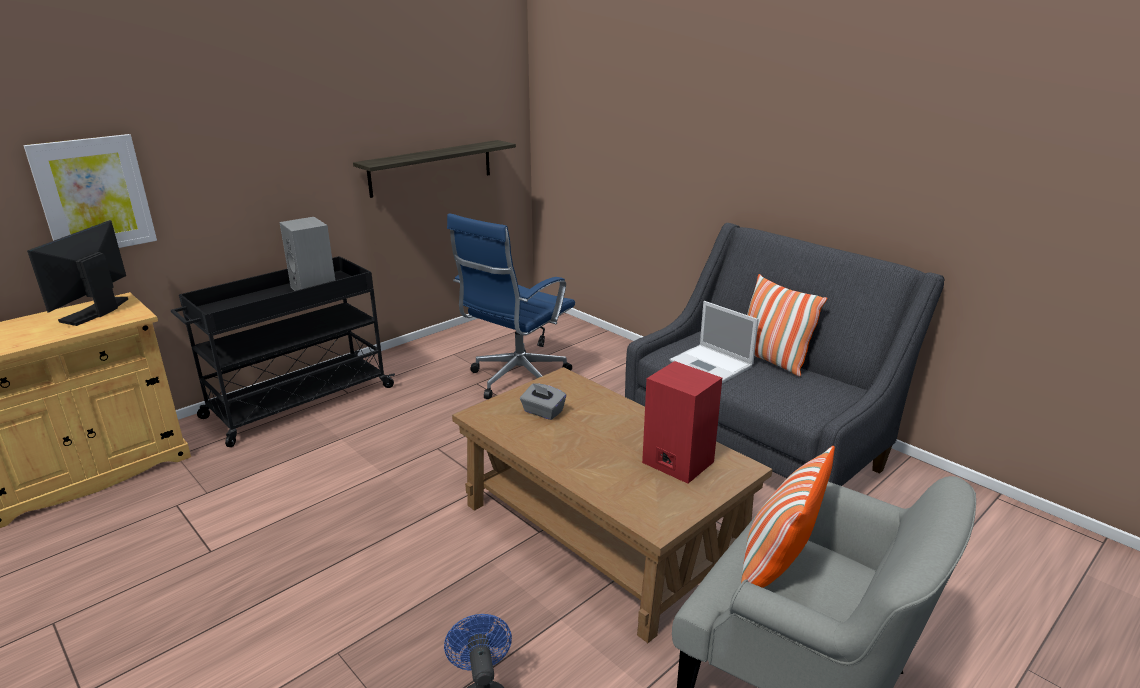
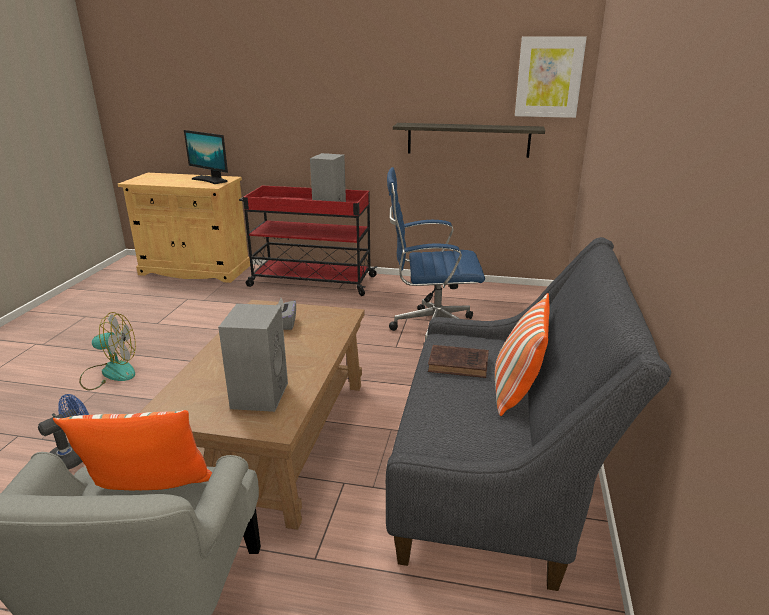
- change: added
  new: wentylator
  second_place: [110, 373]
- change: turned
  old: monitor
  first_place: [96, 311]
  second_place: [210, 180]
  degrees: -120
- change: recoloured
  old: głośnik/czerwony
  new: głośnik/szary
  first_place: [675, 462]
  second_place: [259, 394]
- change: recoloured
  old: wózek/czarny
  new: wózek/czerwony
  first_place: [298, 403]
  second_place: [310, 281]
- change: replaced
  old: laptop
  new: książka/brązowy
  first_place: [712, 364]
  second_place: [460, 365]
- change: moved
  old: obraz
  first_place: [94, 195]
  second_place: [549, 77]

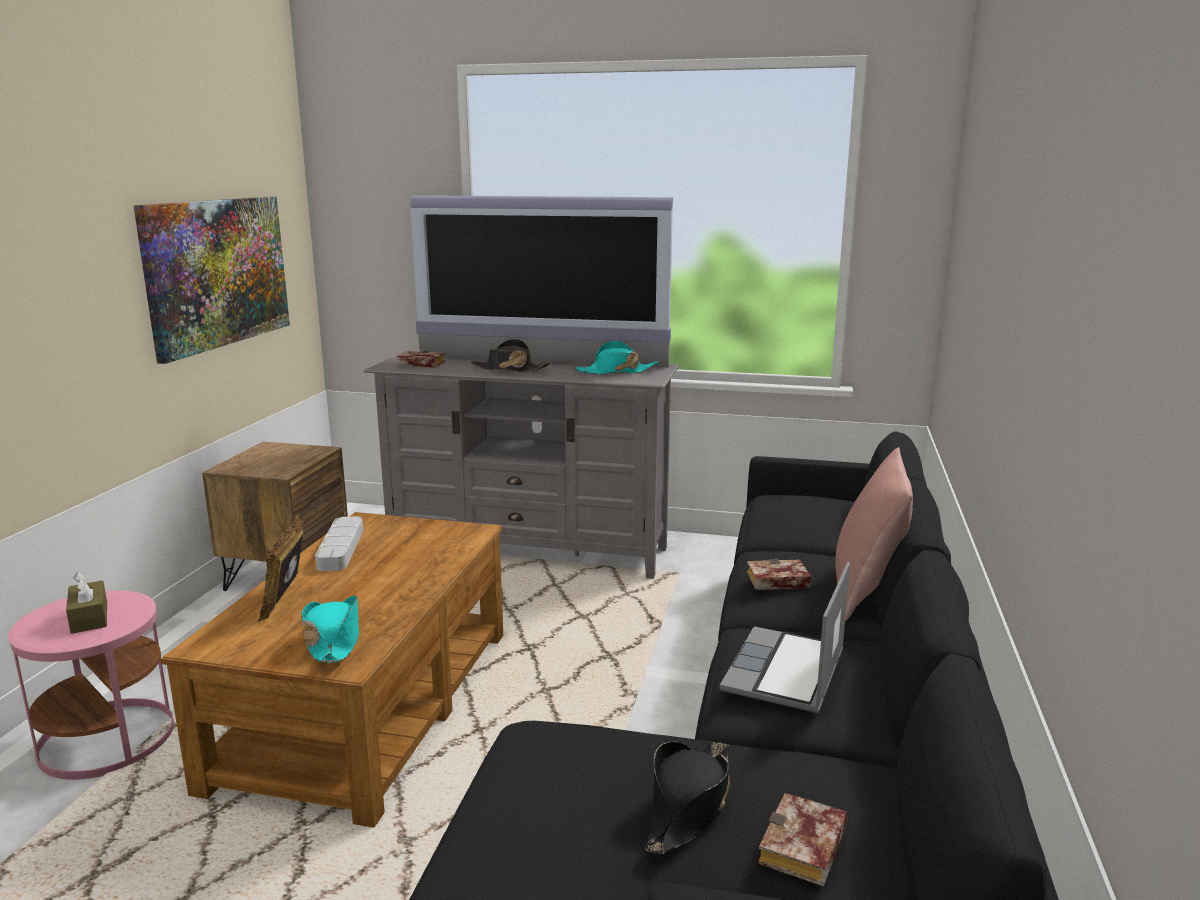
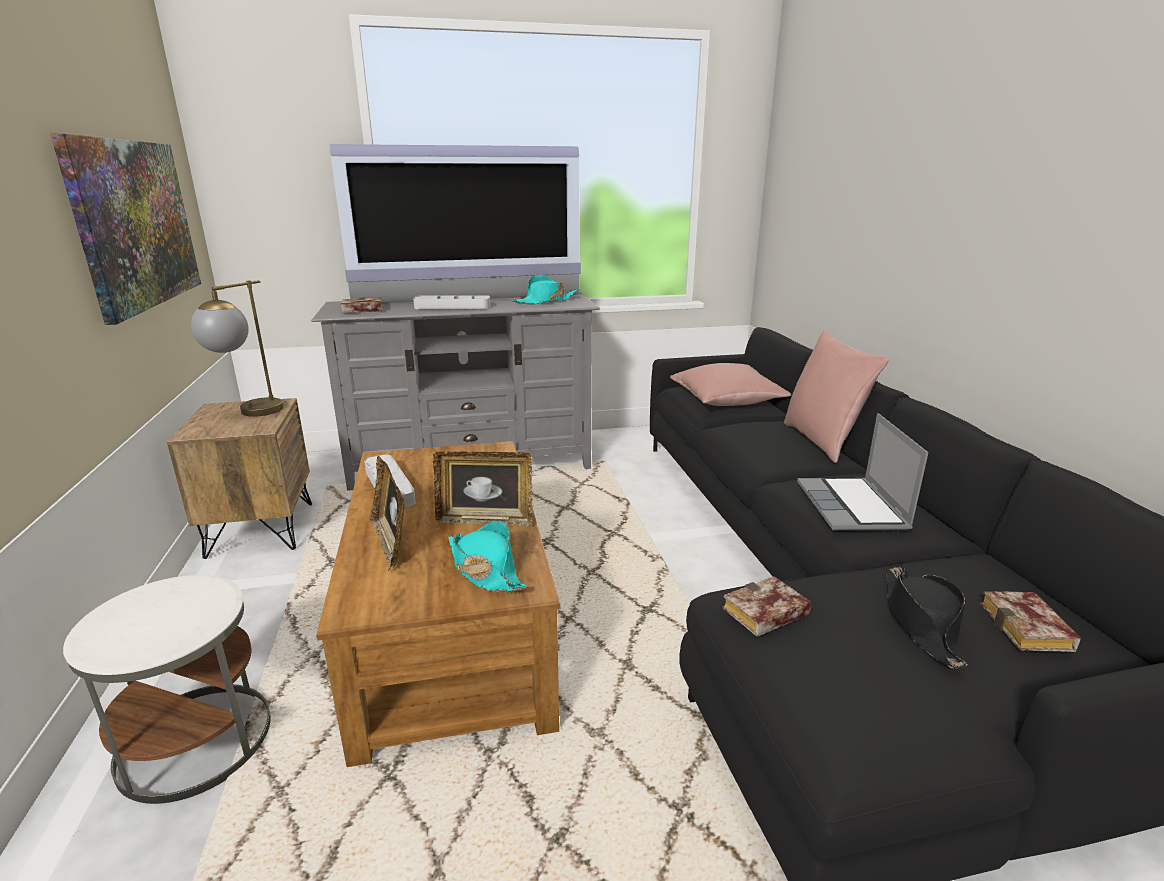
- change: recoloured
  old: stolik/różowy
  new: stolik/biały
  first_place: [107, 739]
  second_place: [196, 740]
- change: added
  new: lampa stołowa
  second_place: [250, 414]
- change: replaced
  old: kapelusz/czarny
  new: taca/szary
  first_place: [509, 369]
  second_place: [452, 307]
- change: added
  new: ramka na zdjęcie
  second_place: [485, 520]
- change: added
  new: poduszka/różowy
  second_place: [726, 400]
- change: moved
  old: książka
  first_place: [775, 582]
  second_place: [764, 615]
- change: removed
  old: pudełko chusteczek/brązowy
  first_place: [89, 617]

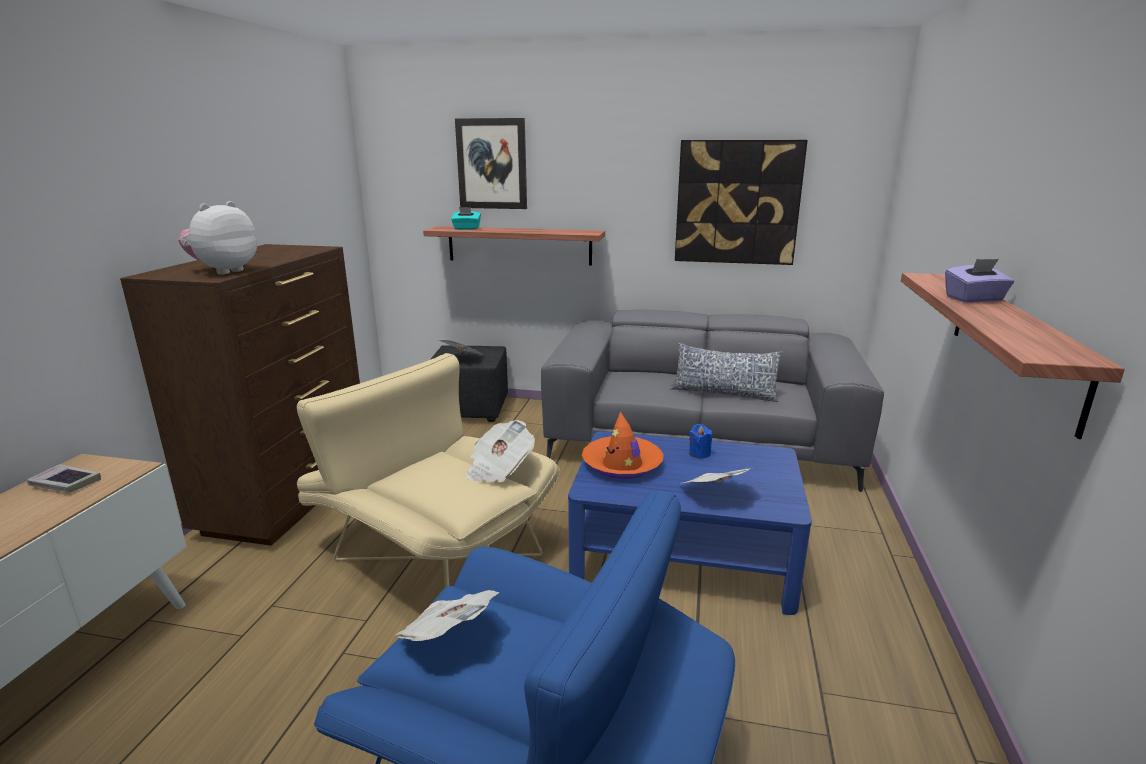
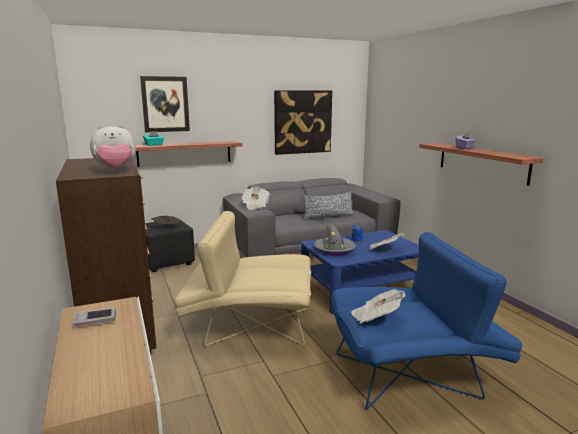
- change: turned
  old: pluszak
  first_place: [224, 271]
  second_place: [116, 171]
  degrees: -105
- change: moved
  old: gazeta
  first_place: [499, 469]
  second_place: [255, 206]
- change: recoloured
  old: kapelusz/pomarańczowy
  new: kapelusz/szary
  first_place: [622, 464]
  second_place: [334, 250]

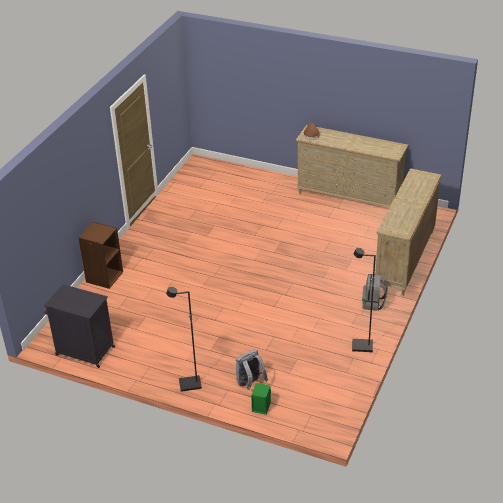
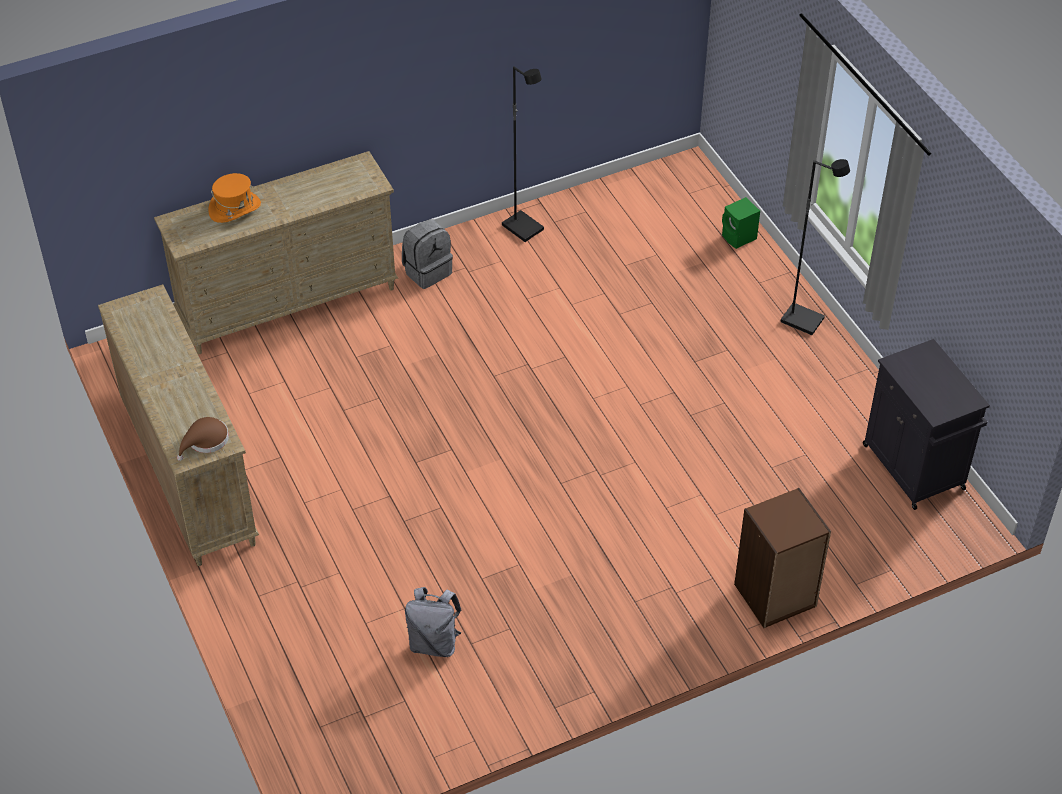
- change: added
  new: kapelusz/pomarańczowy
  second_place: [235, 208]
- change: moved
  old: plecak/szary
  first_place: [250, 383]
  second_place: [434, 643]

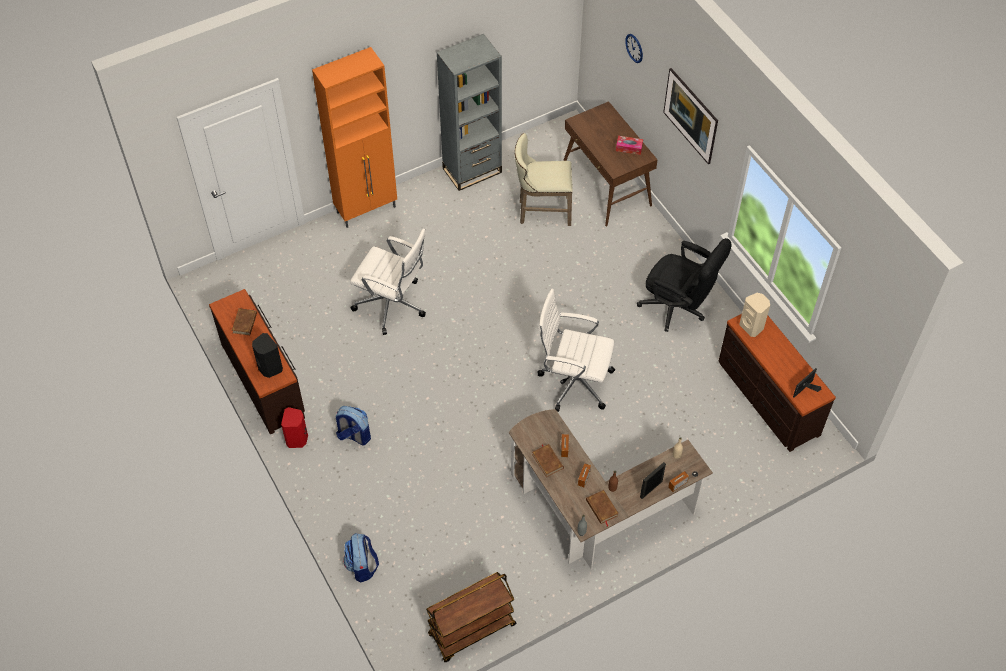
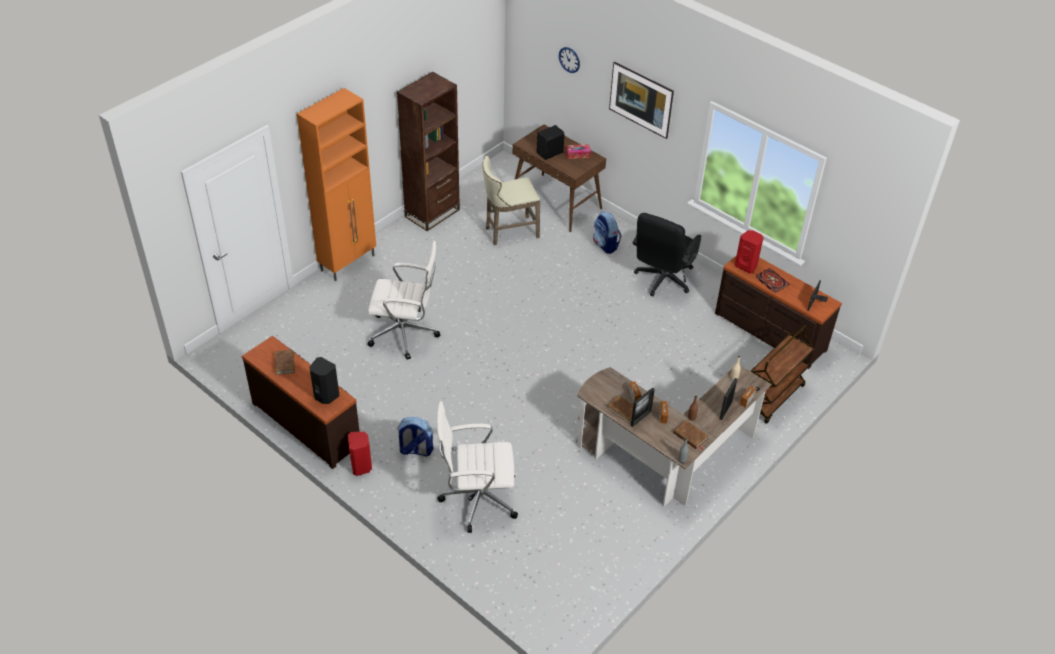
- change: recoloured
  old: regał/szary
  new: regał/brązowy
  first_place: [472, 170]
  second_place: [432, 213]
- change: moved
  old: krzesło biurowe/biały
  first_place: [573, 381]
  second_place: [477, 498]
- change: added
  new: głośnik/czarny
  second_place: [550, 153]
- change: moved
  old: plecak
  first_place: [362, 566]
  second_place: [605, 245]
- change: added
  new: ramka na zdjęcie
  second_place: [641, 418]
- change: turned
  old: krzesło biurowe/czarny
  first_place: [678, 308]
  second_place: [661, 281]
  degrees: 105
- change: recoloured
  old: głośnik/beżowy
  new: głośnik/czerwony
  first_place: [752, 326]
  second_place: [746, 266]
- change: moved
  old: wózek/brązowy
  first_place: [471, 631]
  second_place: [773, 398]
- change: added
  new: książka
  second_place: [771, 281]

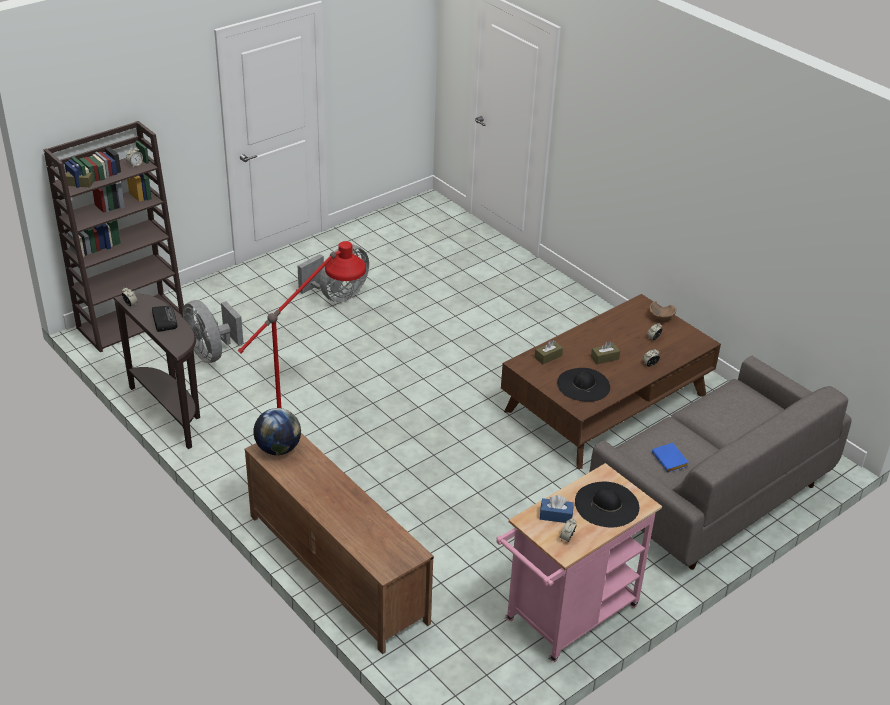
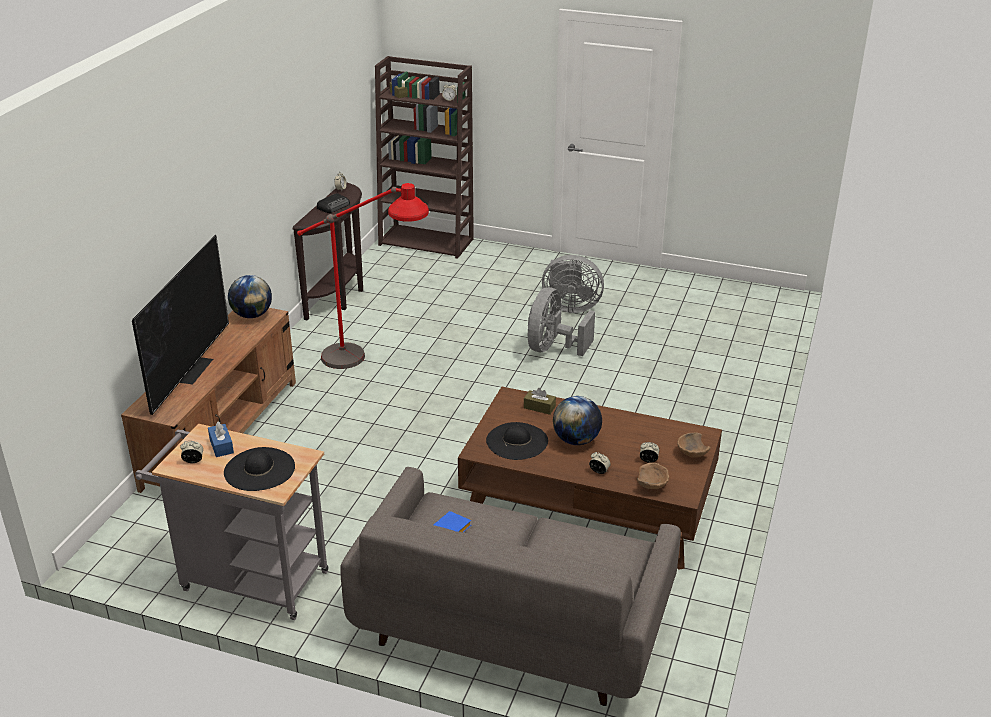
- change: added
  new: telewizor
  second_place: [191, 369]
- change: recoloured
  old: wózek/różowy
  new: wózek/szary
  first_place: [565, 618]
  second_place: [247, 579]
- change: moved
  old: wentylator/szary
  first_place: [211, 353]
  second_place: [552, 348]
- change: replaced
  old: pudełko chusteczek/brązowy
  new: globus
  first_place: [604, 358]
  second_place: [576, 440]
- change: added
  new: miska/brązowy
  second_place: [652, 486]

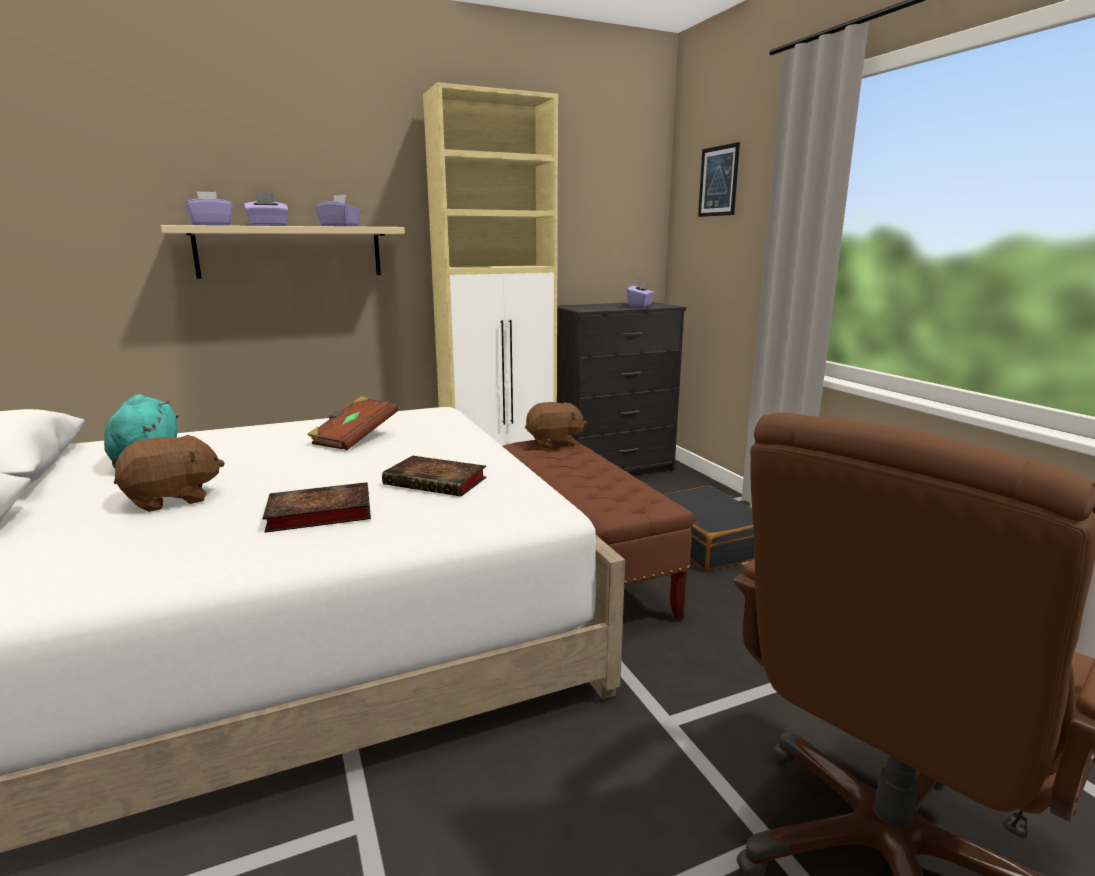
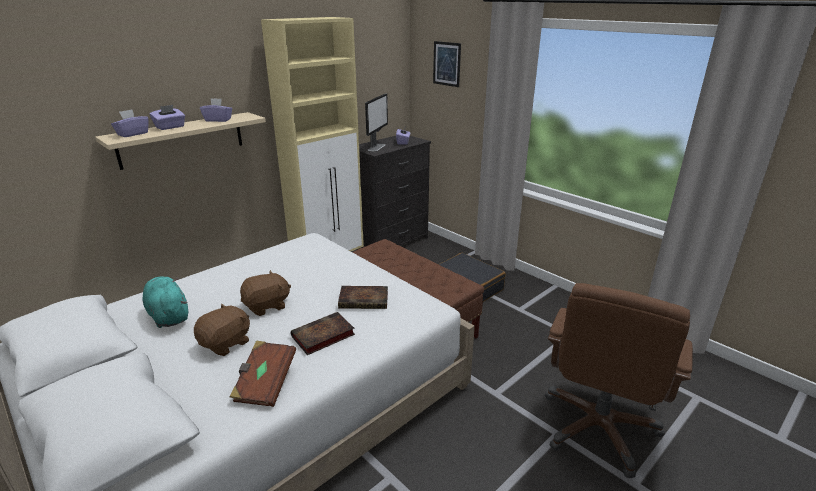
- change: moved
  old: książka/brązowy
  first_place: [354, 438]
  second_place: [265, 383]
- change: moved
  old: pluszak/brązowy
  first_place: [554, 443]
  second_place: [267, 306]
- change: added
  new: monitor
  second_place: [376, 147]

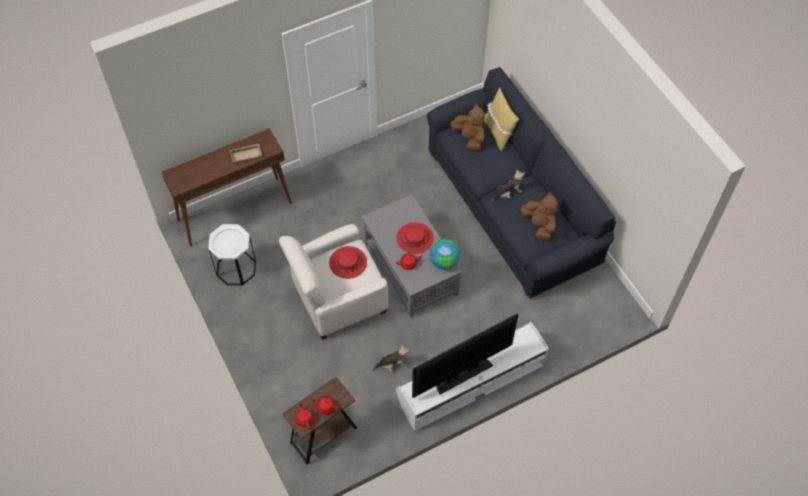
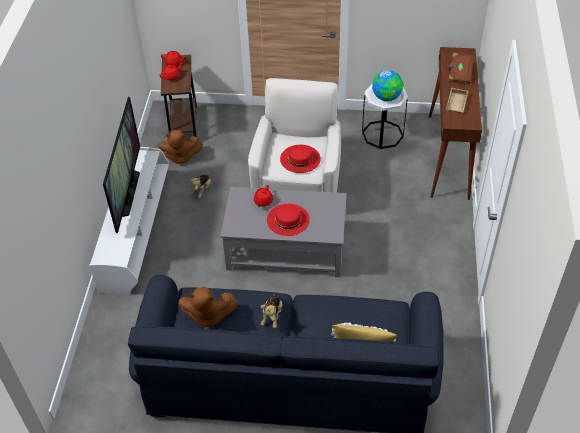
- change: moved
  old: pluszak/brązowy
  first_place: [469, 138]
  second_place: [181, 157]
- change: moved
  old: globus
  first_place: [444, 261]
  second_place: [387, 97]
- change: added
  new: książka/brązowy
  second_place: [459, 74]

